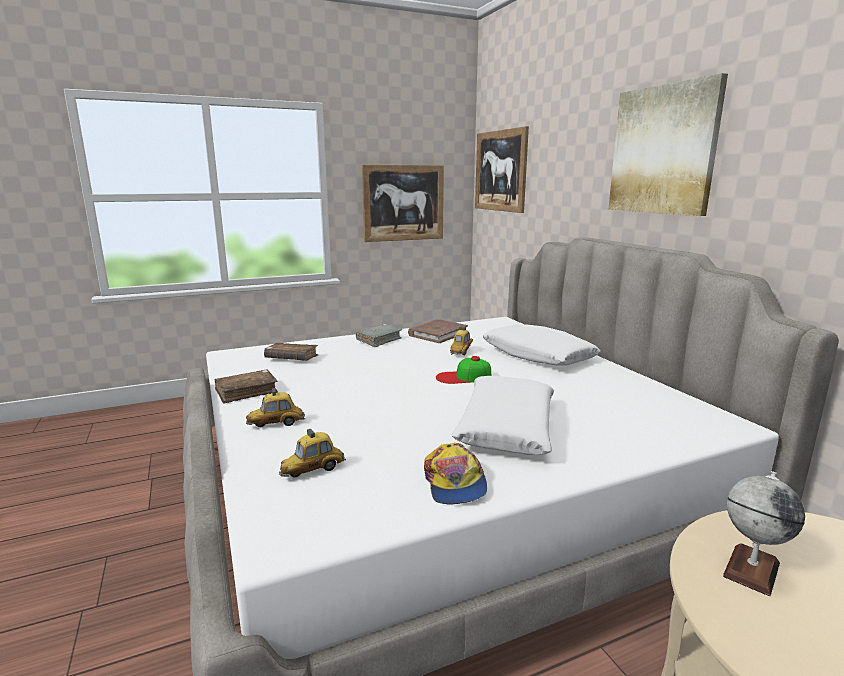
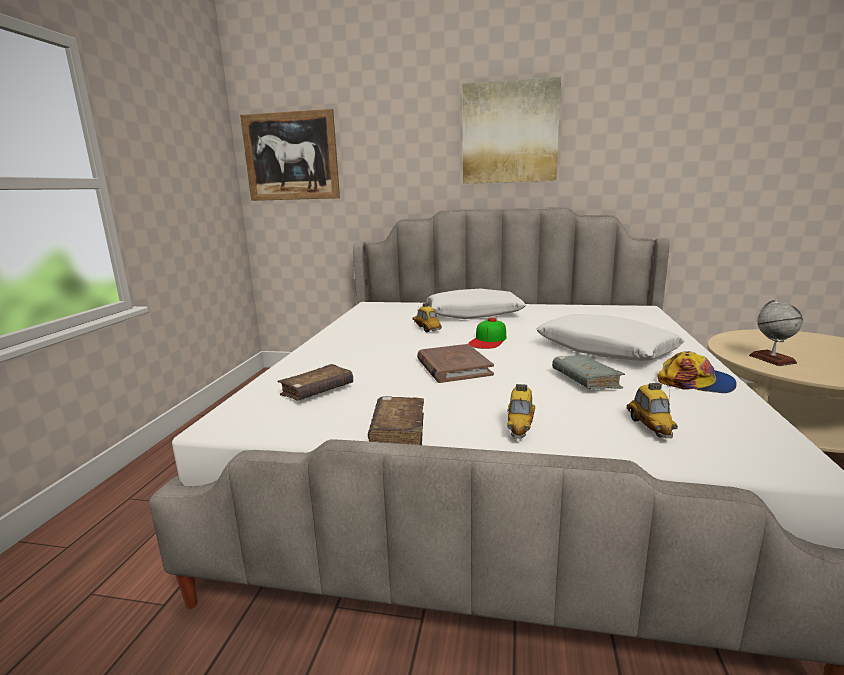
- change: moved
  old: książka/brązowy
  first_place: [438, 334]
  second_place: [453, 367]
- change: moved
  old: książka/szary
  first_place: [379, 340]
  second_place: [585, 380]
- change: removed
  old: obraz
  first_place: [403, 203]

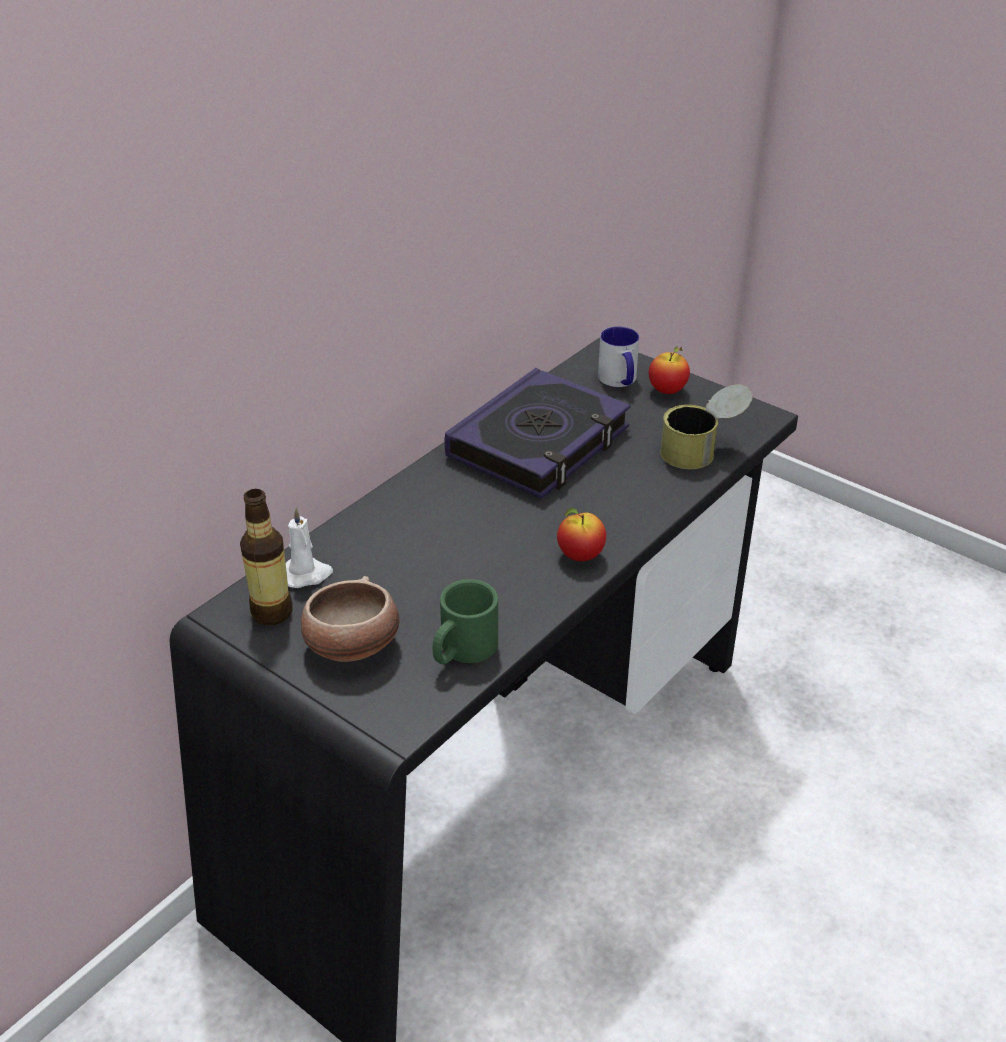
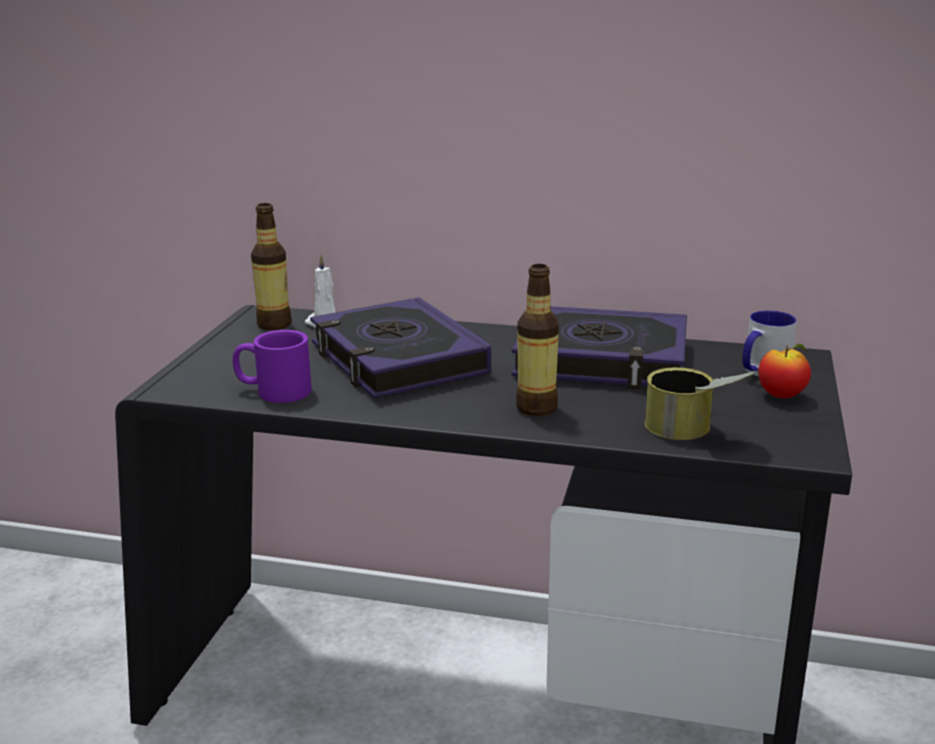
- change: recoloured
  old: kubek/zielony
  new: kubek/fioletowy
  first_place: [462, 651]
  second_place: [273, 391]
- change: added
  new: książka
  second_place: [397, 359]
- change: added
  new: butelka
  second_place: [536, 408]
- change: removed
  old: miska
  first_place: [351, 646]
- change: removed
  old: jabłko
  first_place: [580, 556]

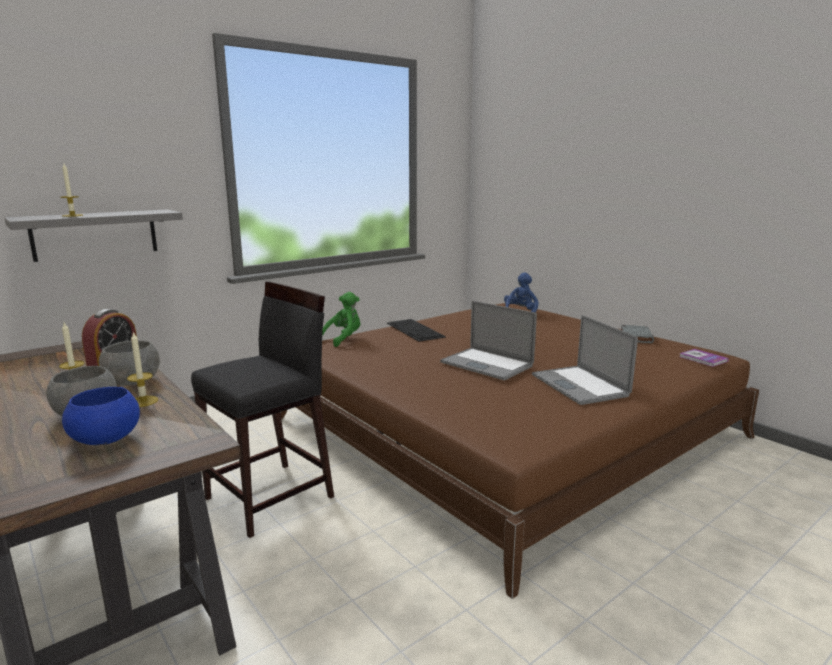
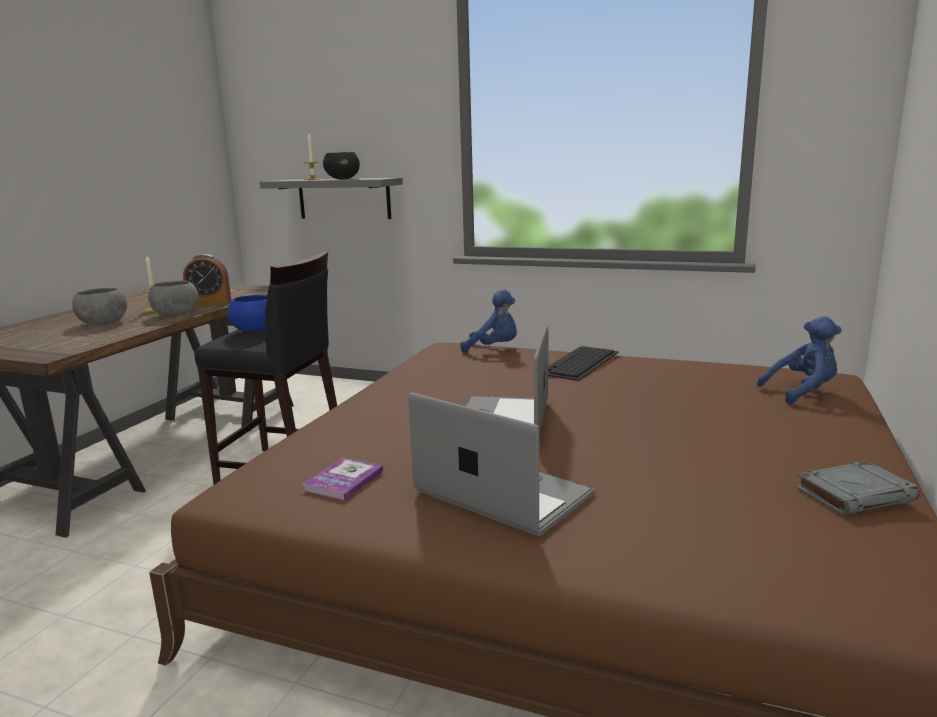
- change: moved
  old: miska/niebieski
  first_place: [106, 440]
  second_place: [254, 331]
- change: moved
  old: książka
  first_place: [703, 359]
  second_place: [343, 481]
- change: added
  new: miska/czarny
  second_place: [343, 179]
- change: turned
  old: laptop
  first_place: [579, 385]
  second_place: [503, 493]
  degrees: 90
- change: recoloured
  old: pluszak/zielony
  new: pluszak/niebieski
  first_place: [343, 339]
  second_place: [493, 348]
- change: removed
  old: świeca
  first_place: [143, 401]

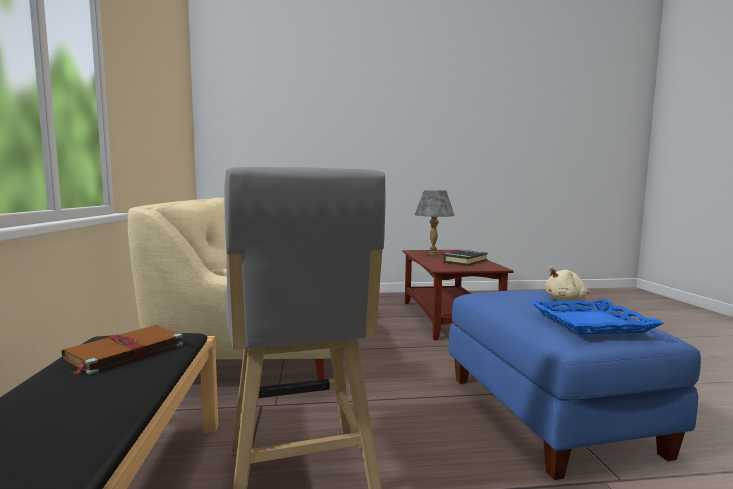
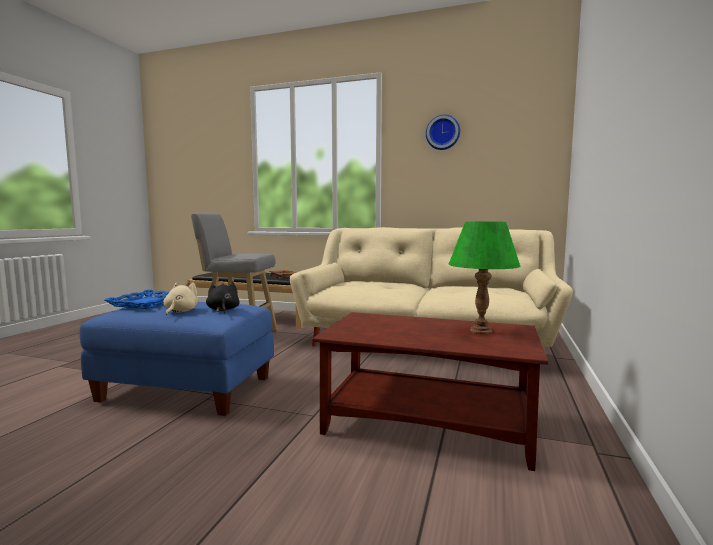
- change: added
  new: pluszak/czarny
  second_place: [223, 310]
- change: added
  new: zegar ścienny
  second_place: [443, 133]
- change: recoloured
  old: lampa stołowa/szary
  new: lampa stołowa/zielony
  first_place: [433, 254]
  second_place: [480, 331]
- change: removed
  old: książka/czarny
  first_place: [465, 261]

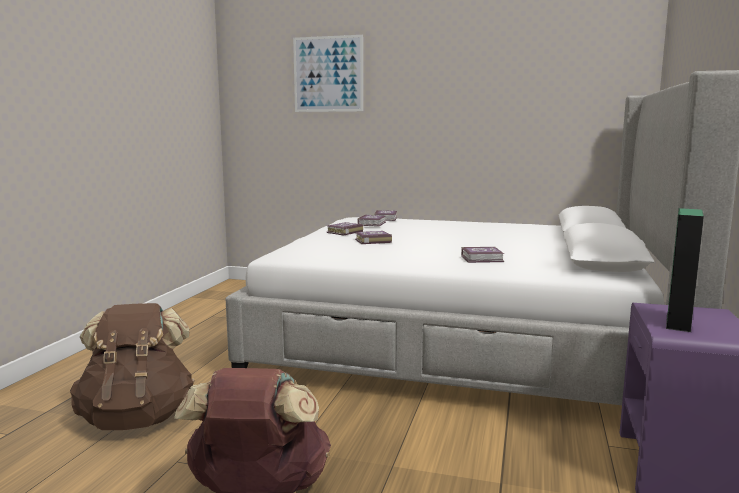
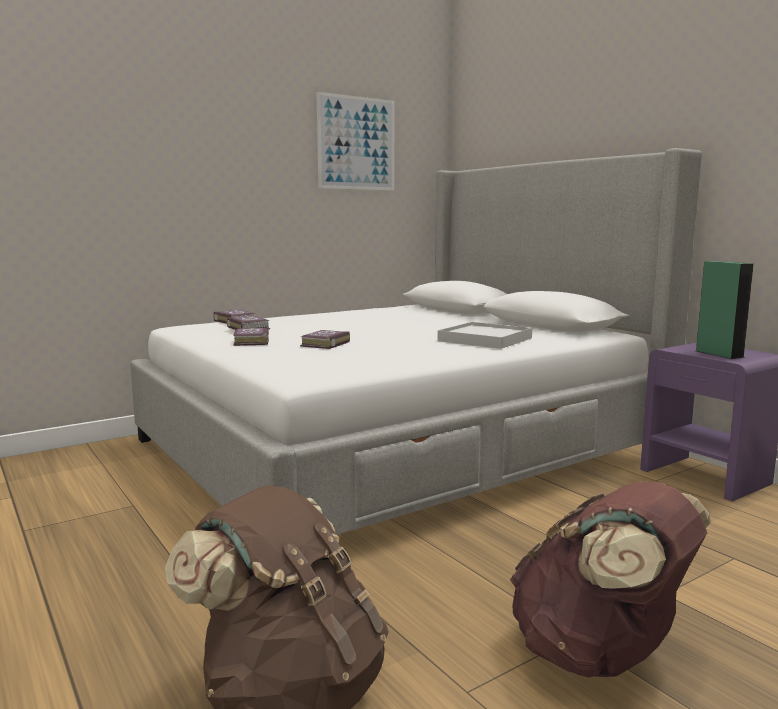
- change: moved
  old: obraz
  first_place: [328, 74]
  second_place: [356, 143]
- change: replaced
  old: książka
  new: taca/biały
  first_place: [483, 259]
  second_place: [485, 339]

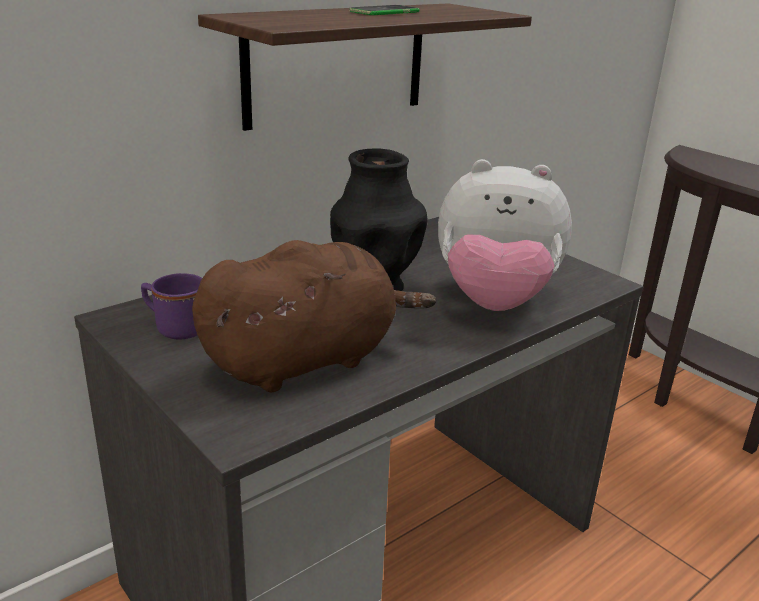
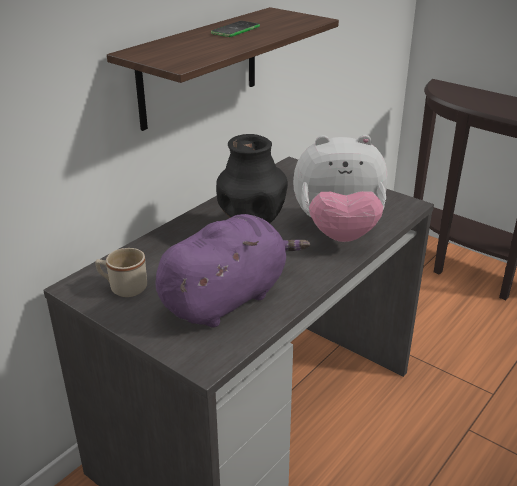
- change: recoloured
  old: kubek/fioletowy
  new: kubek/beżowy
  first_place: [175, 328]
  second_place: [123, 288]
- change: recoloured
  old: pluszak/brązowy
  new: pluszak/fioletowy
  first_place: [307, 359]
  second_place: [227, 298]

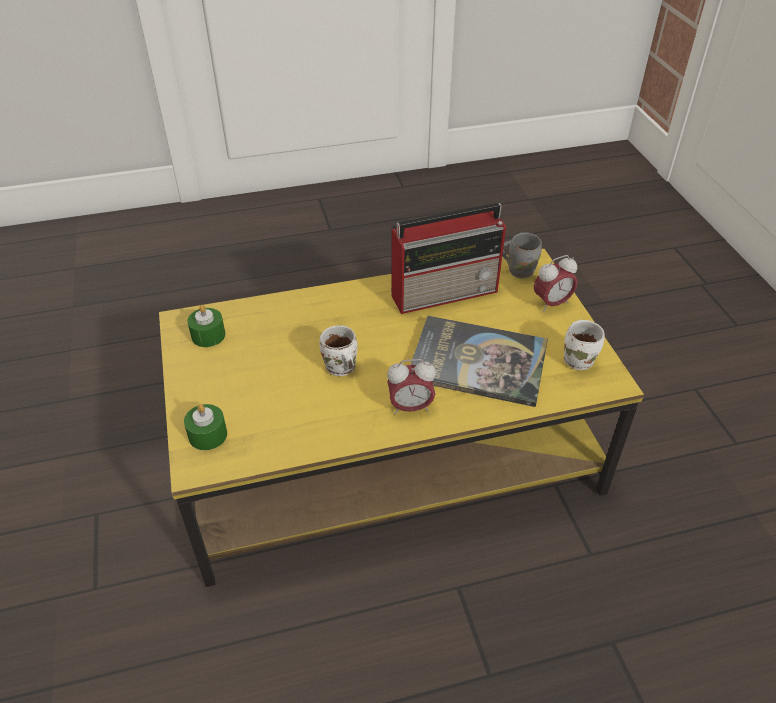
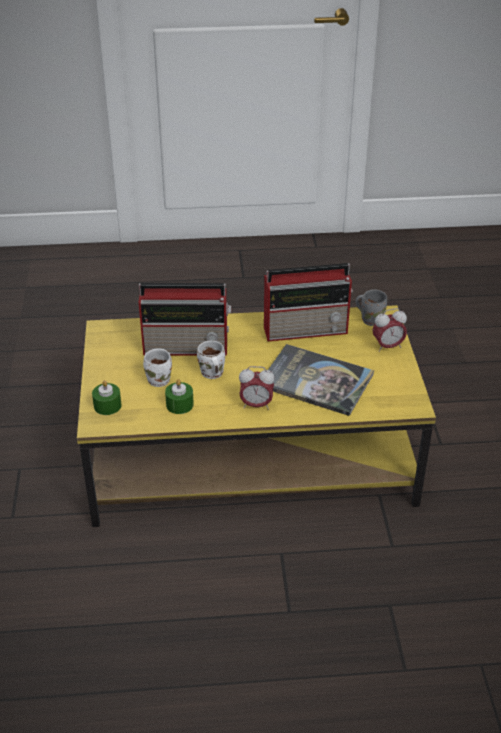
- change: added
  new: radio
  second_place: [188, 347]
- change: moved
  old: kubek/biały
  first_place: [579, 359]
  second_place: [160, 379]
- change: moved
  old: świeca/zielony
  first_place: [208, 335]
  second_place: [179, 404]

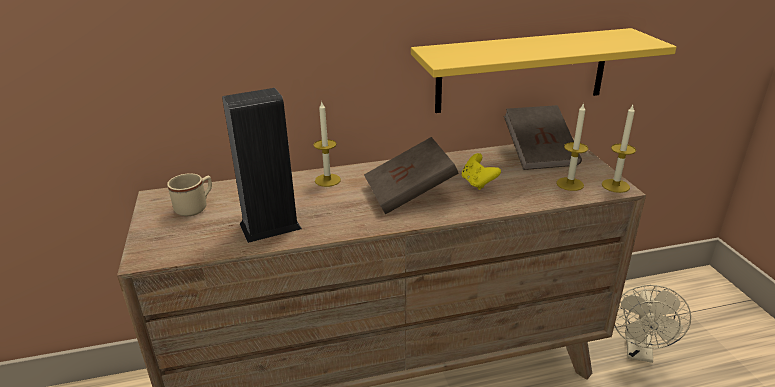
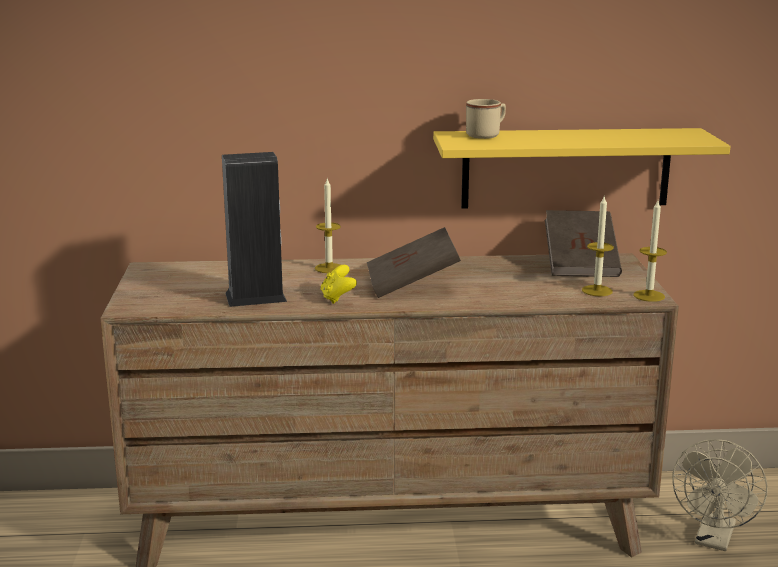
- change: moved
  old: pad do gier/żółty
  first_place: [478, 183]
  second_place: [337, 298]
- change: moved
  old: kubek/beżowy
  first_place: [195, 207]
  second_place: [486, 135]

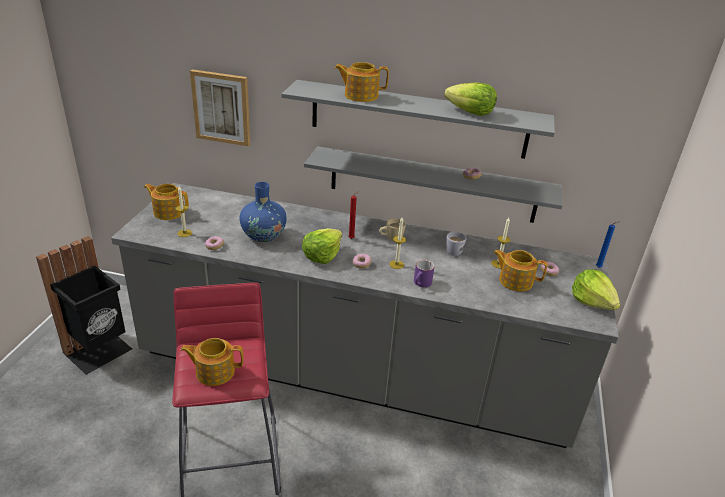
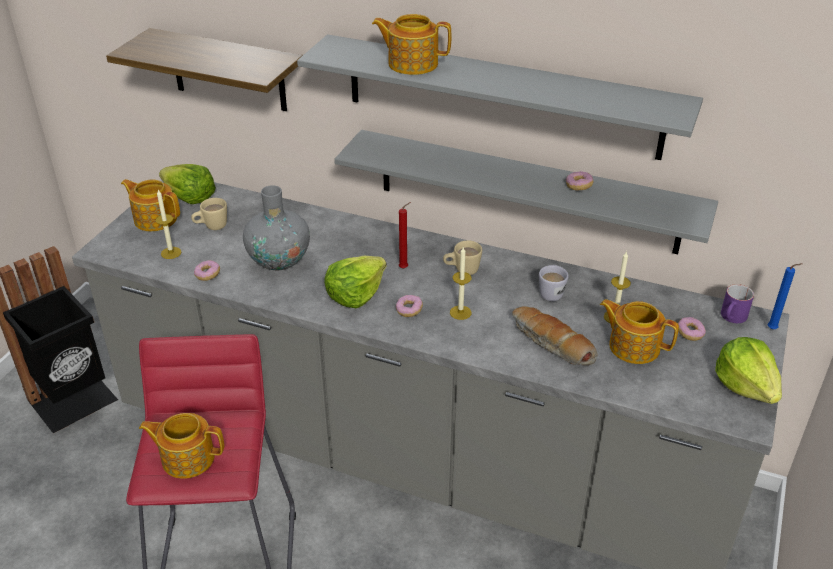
- change: replaced
  old: obraz
  new: półka
  first_place: [222, 107]
  second_place: [228, 70]
- change: moved
  old: sałata
  first_place: [470, 112]
  second_place: [190, 197]
- change: added
  new: kubek/beżowy
  second_place: [211, 227]
- change: recoloured
  old: wazon/niebieski
  new: wazon/szary
  first_place: [263, 235]
  second_place: [279, 259]
- change: added
  new: chleb
  second_place: [551, 344]
- change: moved
  old: kubek/fioletowy
  first_place: [421, 284]
  second_place: [732, 318]

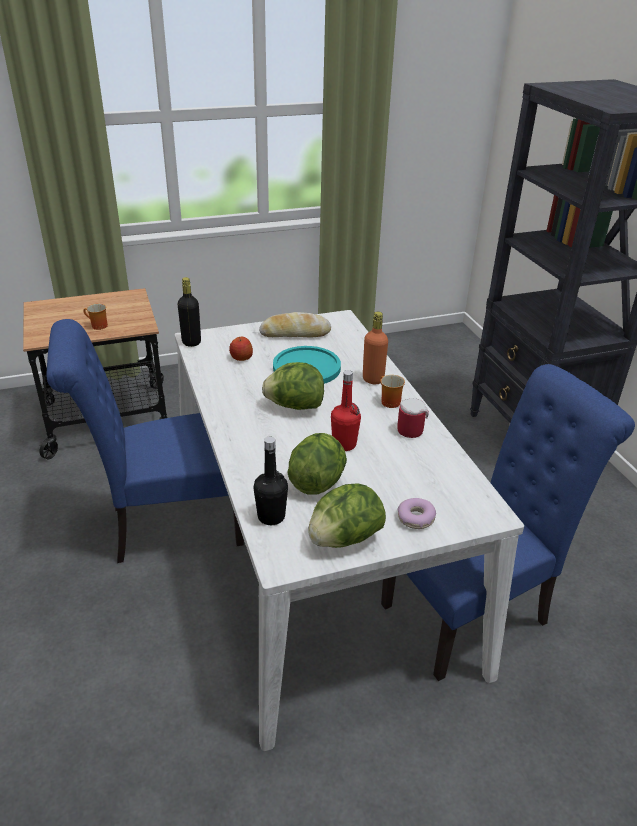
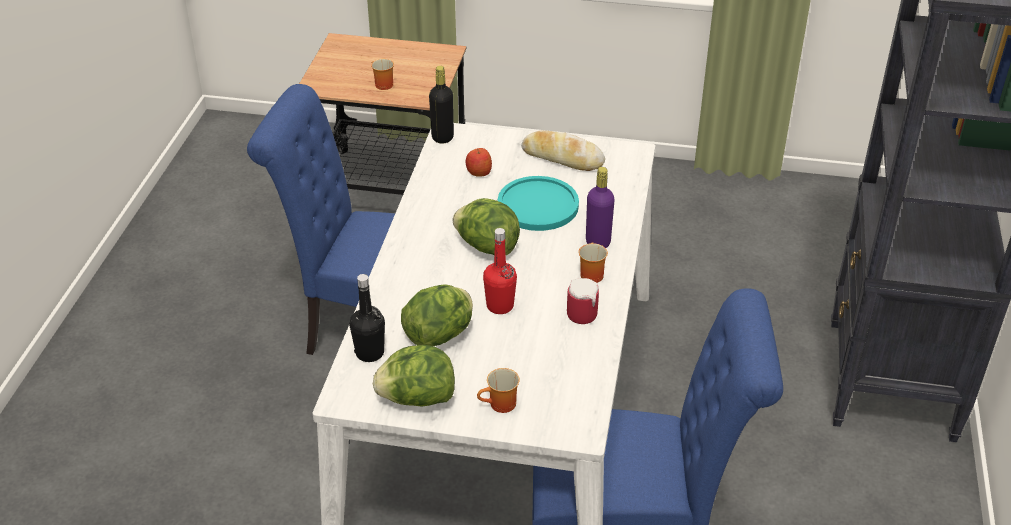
- change: replaced
  old: donut
  new: kubek
  first_place: [416, 518]
  second_place: [501, 406]
- change: recoloured
  old: butelka/pomarańczowy
  new: butelka/fioletowy
  first_place: [373, 379]
  second_place: [598, 242]

